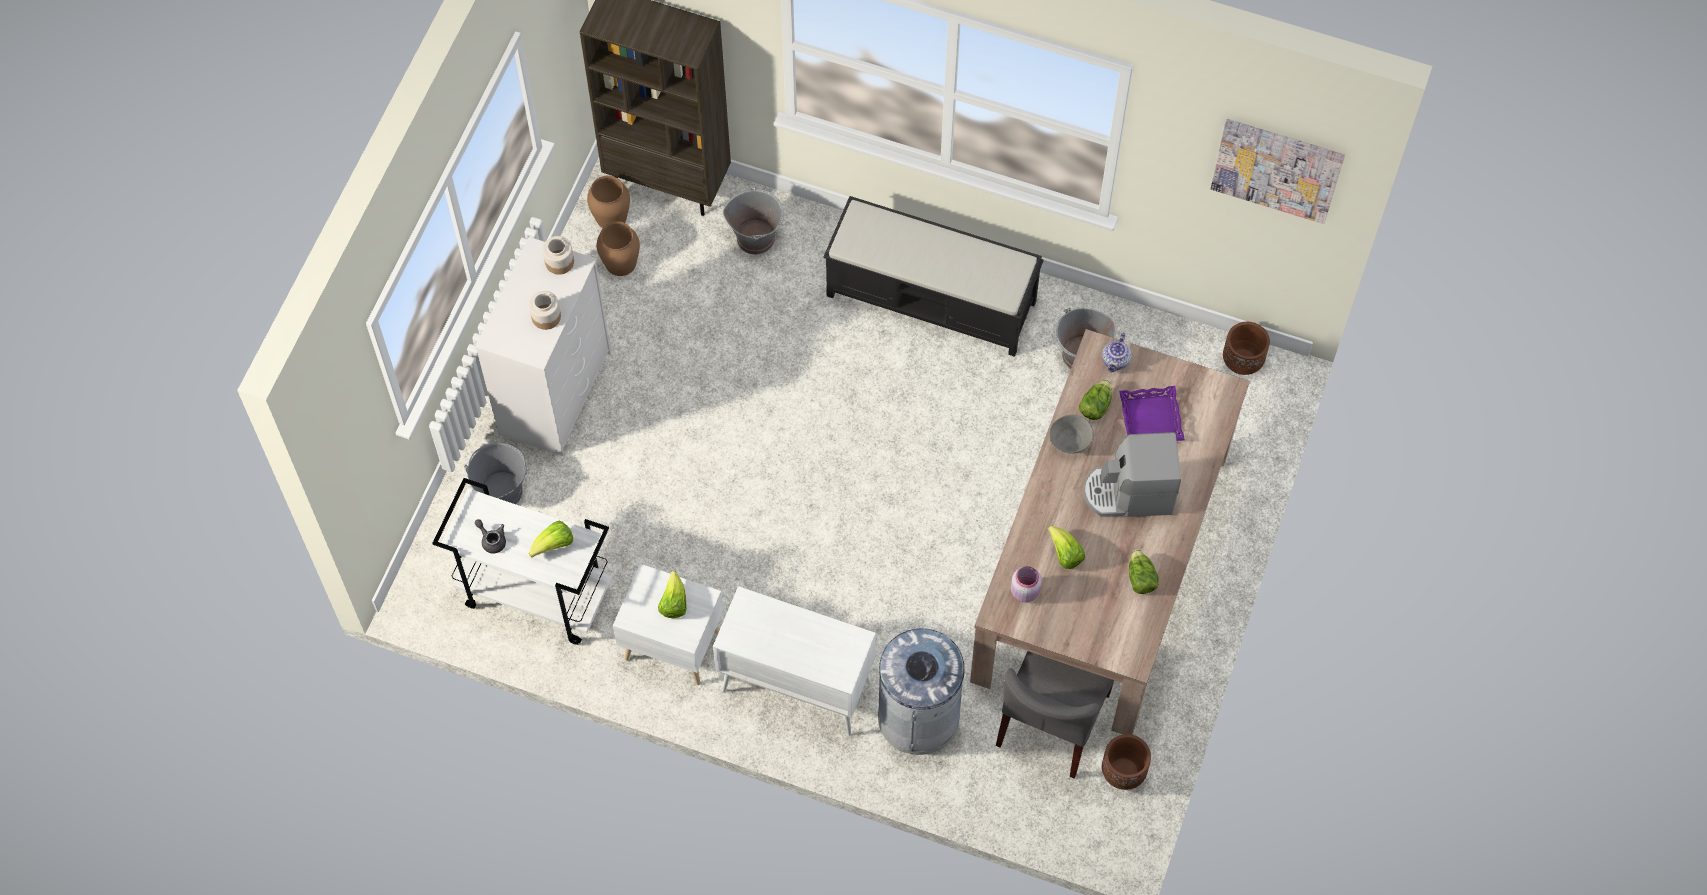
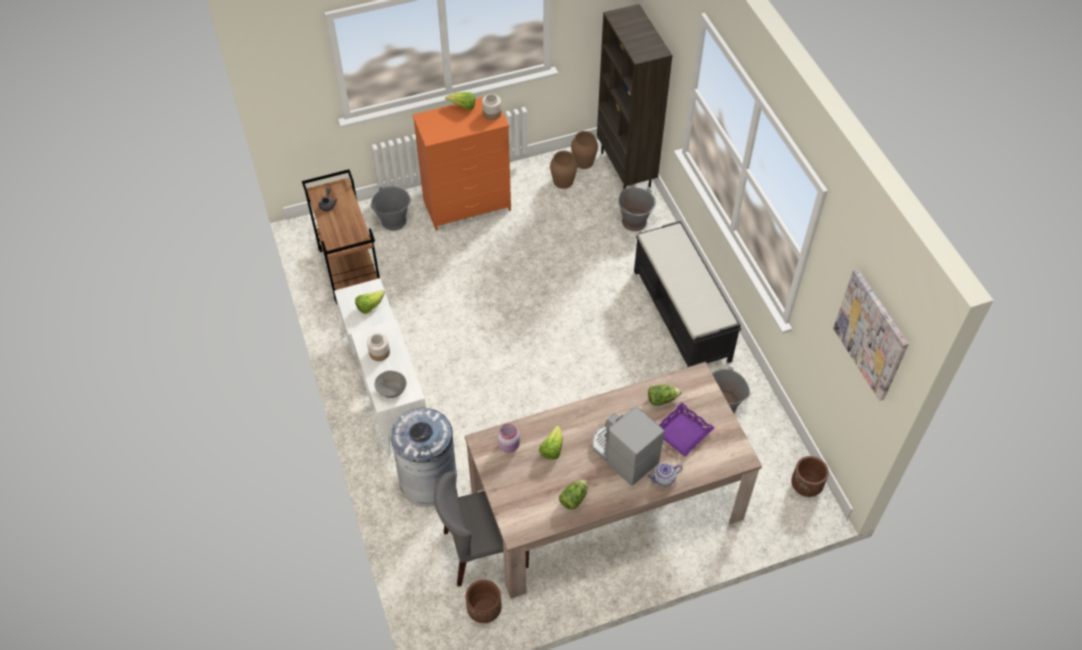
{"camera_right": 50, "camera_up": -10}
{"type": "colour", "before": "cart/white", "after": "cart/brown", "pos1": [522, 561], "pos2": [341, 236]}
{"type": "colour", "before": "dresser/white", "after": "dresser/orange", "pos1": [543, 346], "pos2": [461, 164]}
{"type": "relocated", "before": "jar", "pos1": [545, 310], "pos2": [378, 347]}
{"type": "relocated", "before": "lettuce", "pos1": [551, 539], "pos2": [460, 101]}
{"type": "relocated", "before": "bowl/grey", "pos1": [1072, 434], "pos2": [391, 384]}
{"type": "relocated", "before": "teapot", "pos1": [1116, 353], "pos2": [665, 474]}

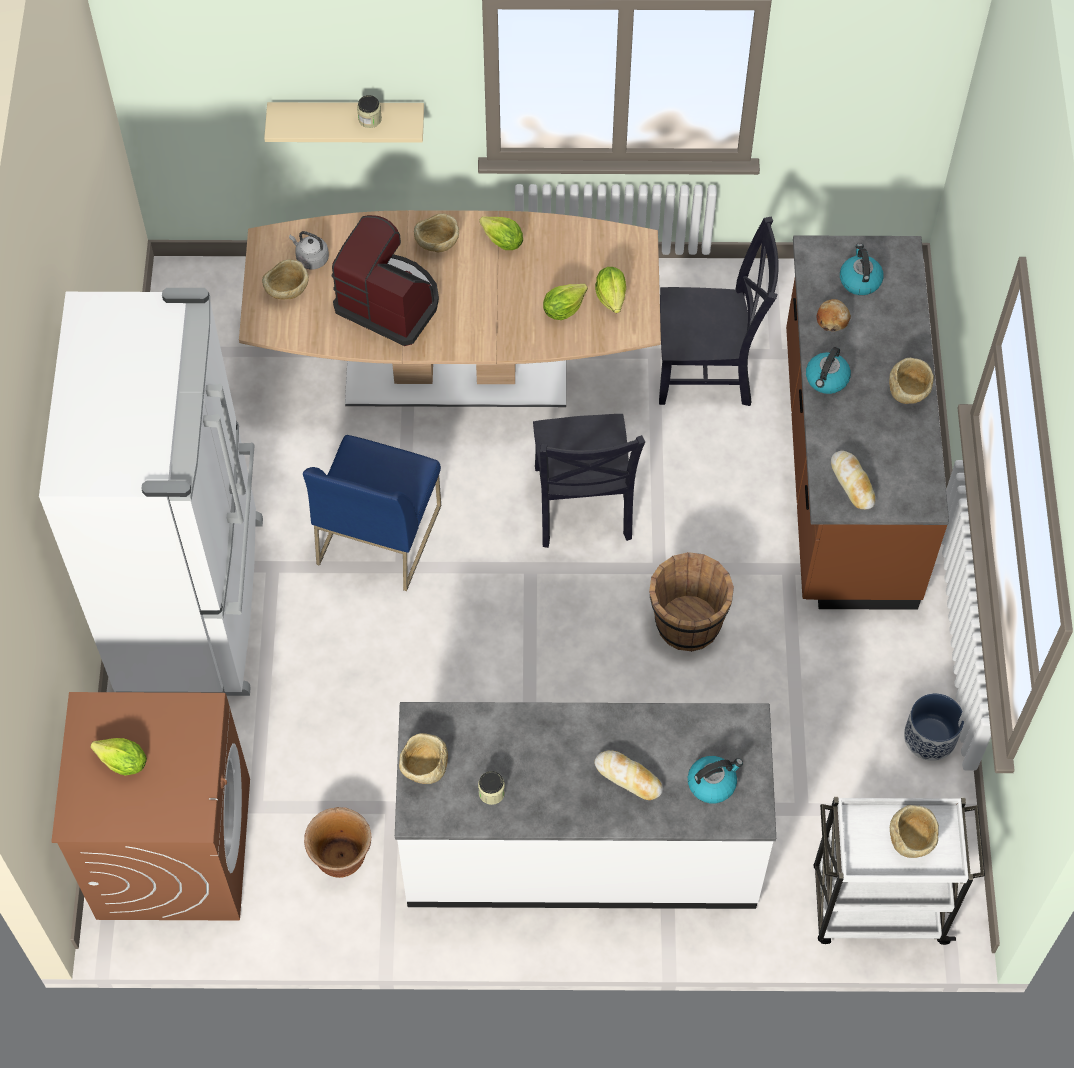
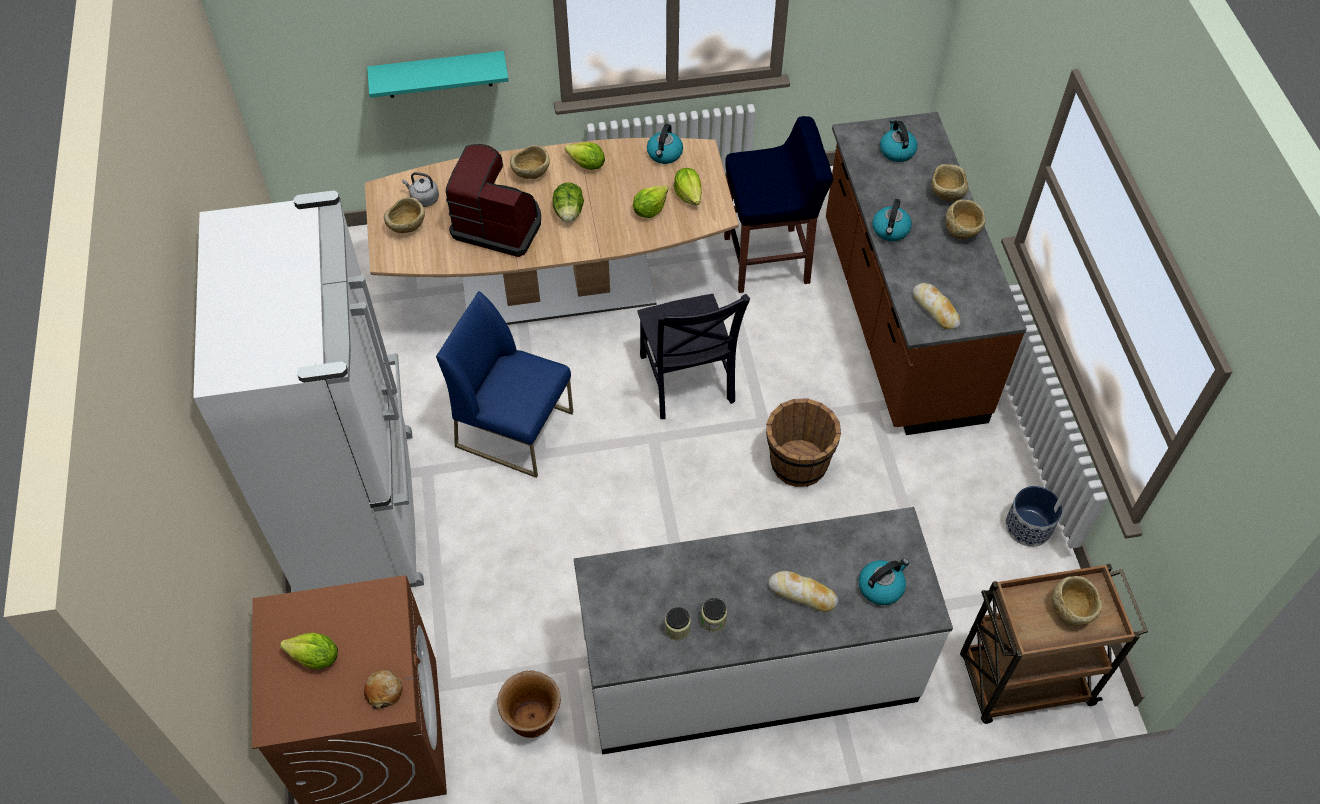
{"camera_right": -10, "camera_up": -5}
{"type": "colour", "before": "shelf/beige", "after": "shelf/turquoise", "pos1": [344, 122], "pos2": [438, 74]}
{"type": "spun", "before": "chair/blue", "pos1": [372, 513], "pos2": [504, 384], "turn": 105}
{"type": "relocated", "before": "jar", "pos1": [369, 111], "pos2": [714, 615]}
{"type": "relocated", "before": "bowl/beige", "pos1": [423, 758], "pos2": [950, 182]}
{"type": "exchanged", "before": "chair/black", "after": "stool/blue", "pos1": [718, 311], "pos2": [778, 204]}
{"type": "colour", "before": "cart/white", "after": "cart/brown", "pos1": [899, 871], "pos2": [1054, 644]}
{"type": "relocated", "before": "bread", "pos1": [833, 315], "pos2": [383, 689]}
{"type": "appeared", "after": "lettuce", "pos2": [568, 202]}
{"type": "appeared", "after": "kettle", "pos2": [665, 144]}

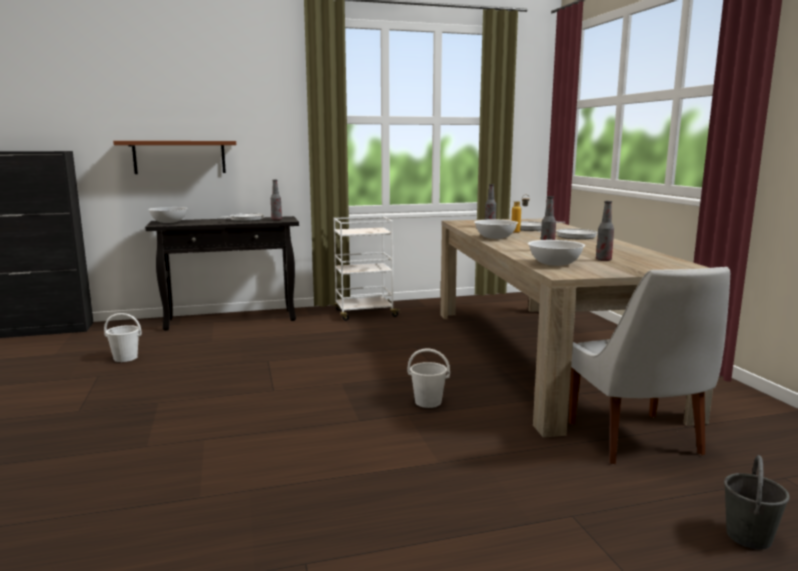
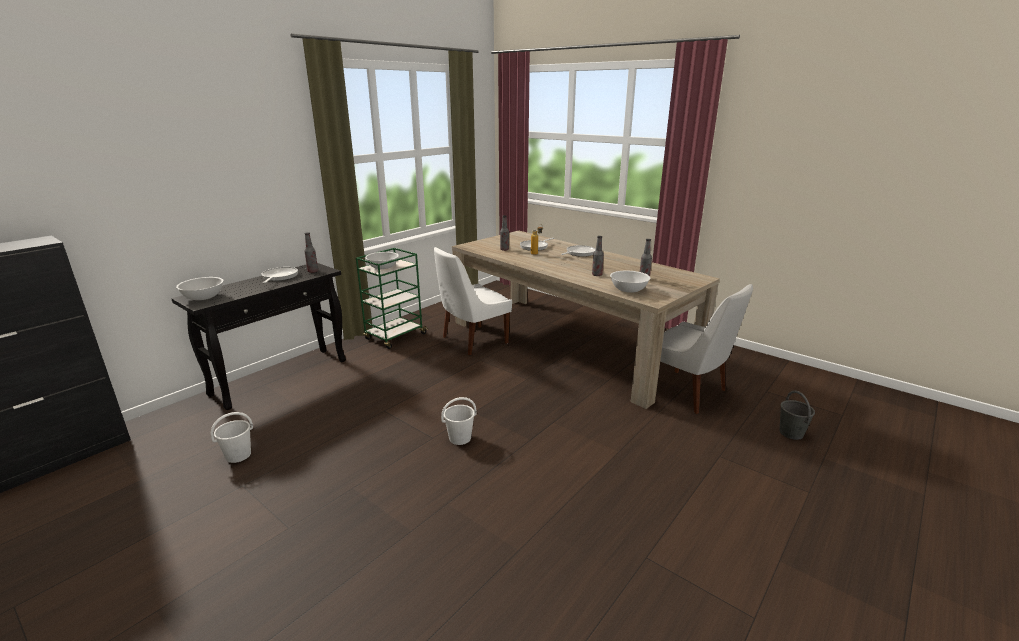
{"camera_right": -35, "camera_up": 10}
{"type": "missing", "before": "shelf/brown", "pos1": [174, 157]}
{"type": "colour", "before": "cart/white", "after": "cart/green", "pos1": [367, 268], "pos2": [392, 298]}
{"type": "relocated", "before": "bucket/white", "pos1": [429, 378], "pos2": [459, 421]}
{"type": "relocated", "before": "bowl/white", "pos1": [496, 229], "pos2": [382, 260]}
{"type": "appeared", "after": "chair/white", "pos2": [473, 301]}

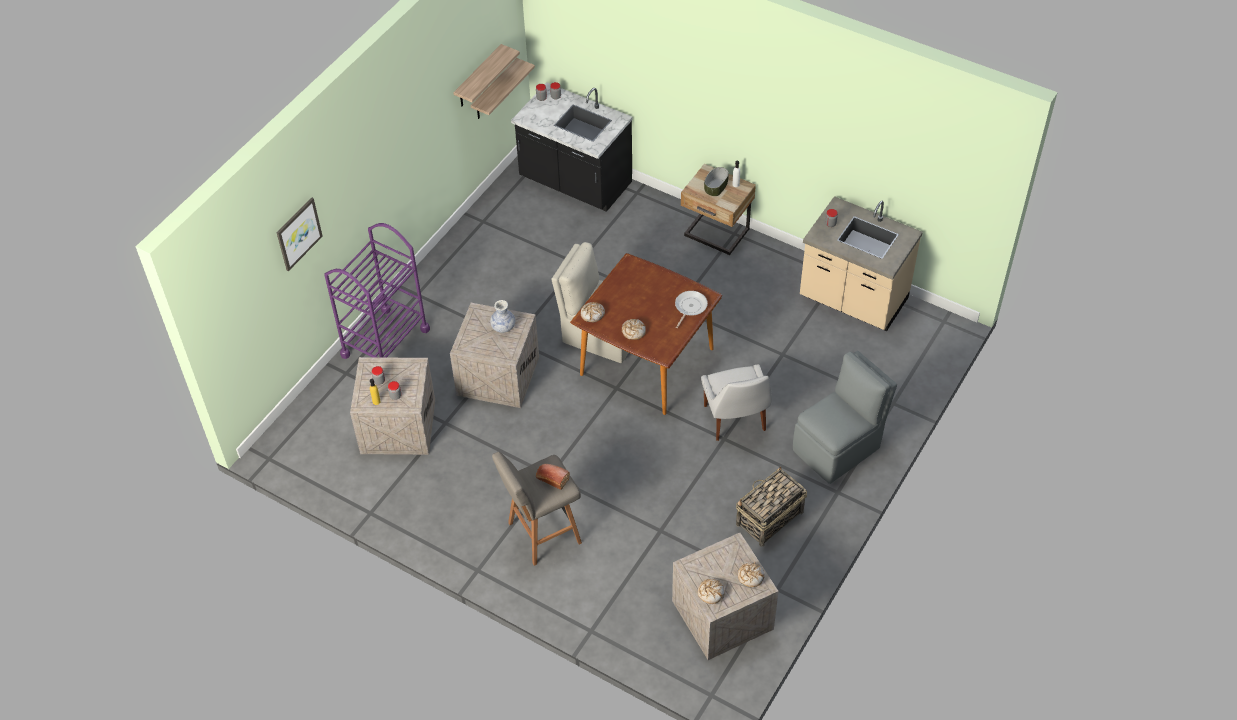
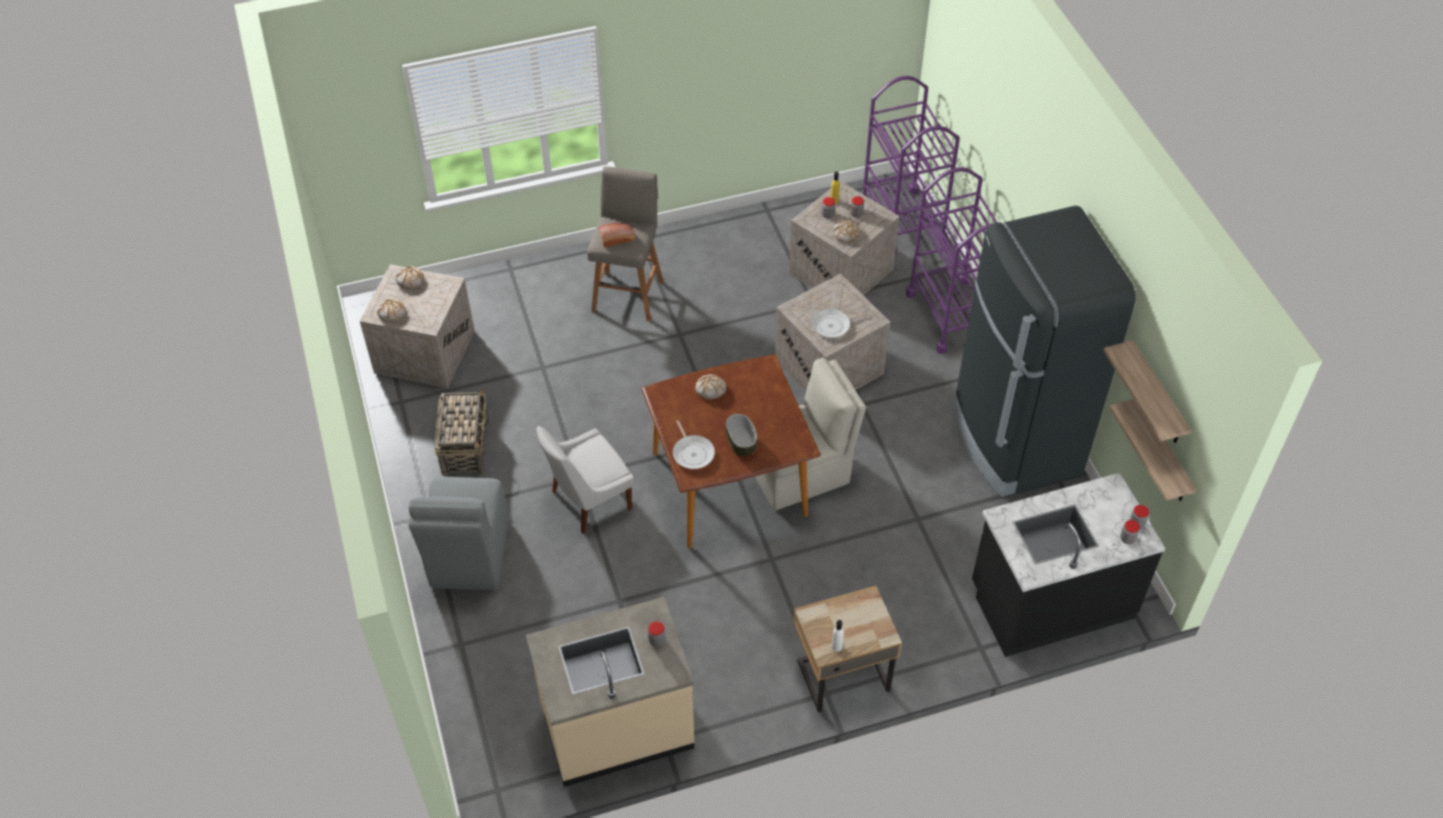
{"camera_right": 130, "camera_up": 0}
{"type": "missing", "before": "picture", "pos1": [300, 234]}
{"type": "exchanged", "before": "vase", "after": "frying pan", "pos1": [502, 316], "pos2": [840, 323]}
{"type": "relocated", "before": "bread", "pos1": [593, 312], "pos2": [846, 231]}
{"type": "spun", "before": "chair/white", "pos1": [736, 402], "pos2": [585, 480], "turn": -60}
{"type": "relocated", "before": "bowl", "pos1": [716, 181], "pos2": [741, 435]}
{"type": "appeared", "after": "cart/purple", "pos2": [911, 165]}
{"type": "appeared", "after": "fridge/black", "pos2": [1044, 351]}

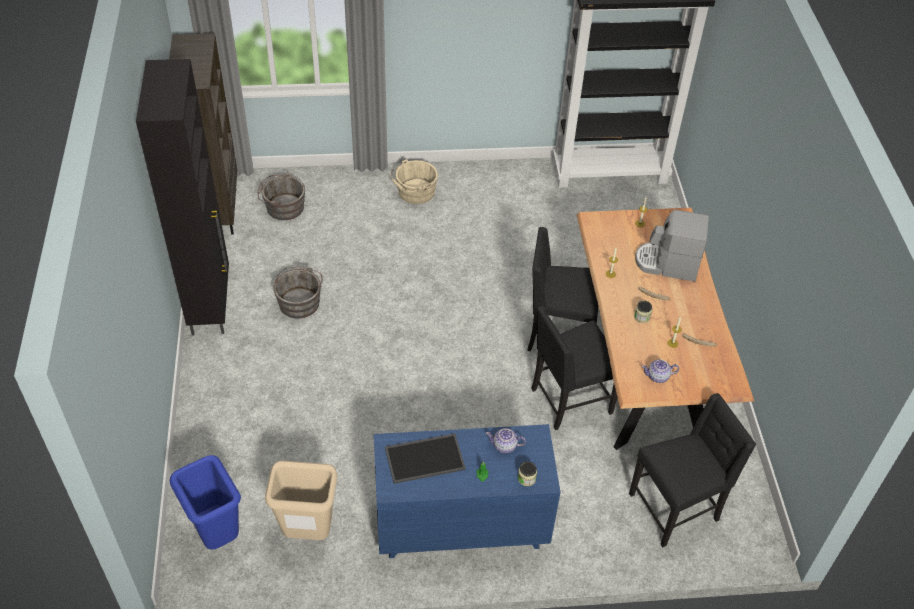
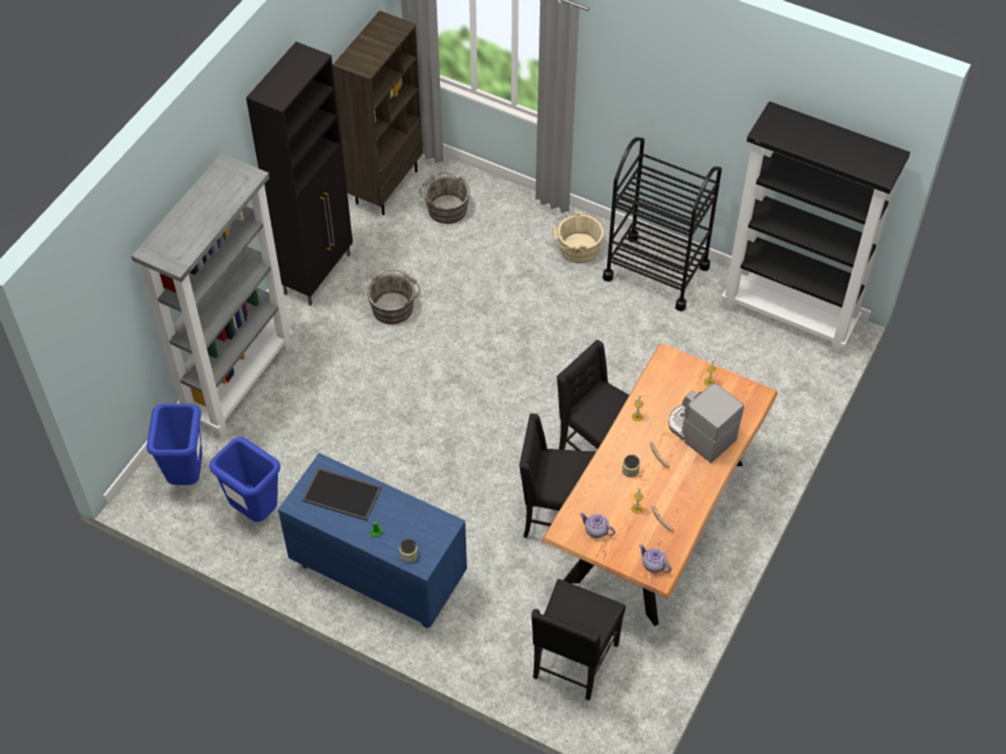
{"camera_right": 35, "camera_up": 5}
{"type": "colour", "before": "trash can/beige", "after": "trash can/blue", "pos1": [301, 500], "pos2": [244, 479]}
{"type": "relocated", "before": "teapot", "pos1": [506, 440], "pos2": [655, 558]}
{"type": "spun", "before": "chair/black", "pos1": [692, 470], "pos2": [578, 640], "turn": 105}
{"type": "appeared", "after": "bookcase/grey", "pos2": [212, 295]}
{"type": "appeared", "after": "cart/black", "pos2": [662, 224]}

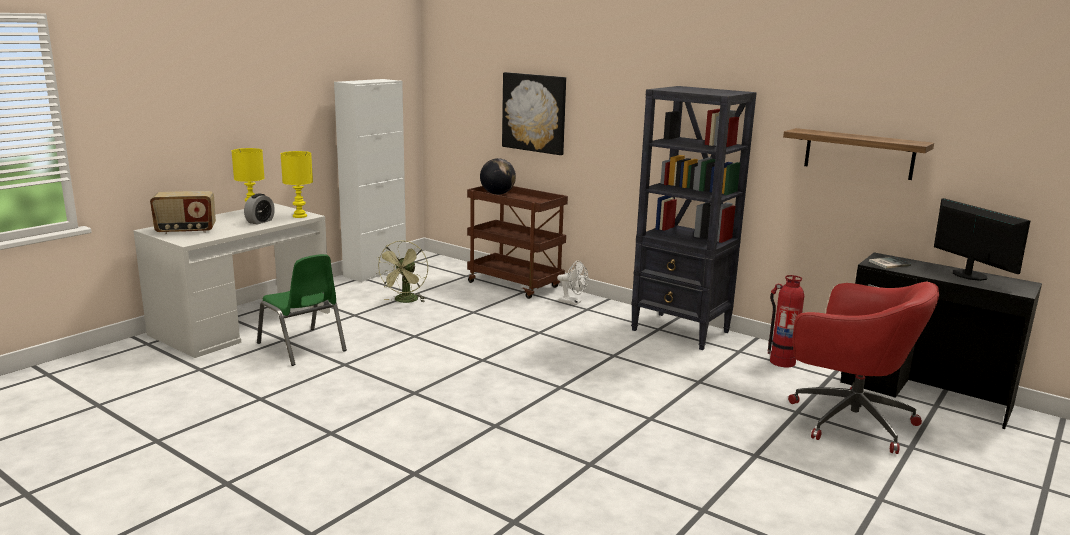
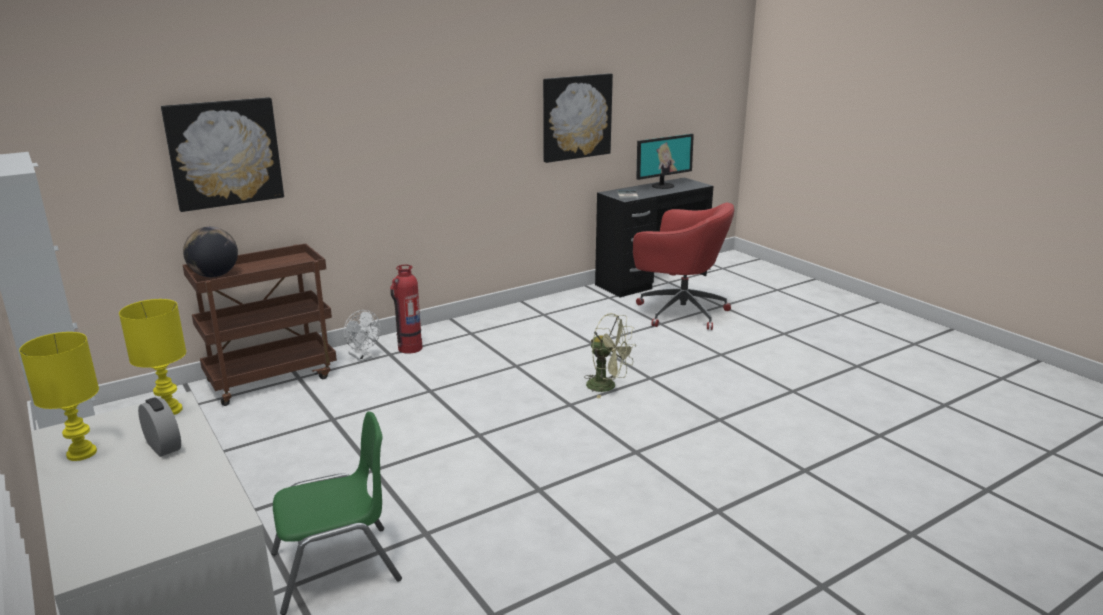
{"camera_right": -70, "camera_up": 5}
{"type": "missing", "before": "radio", "pos1": [183, 212]}
{"type": "relocated", "before": "fan/green", "pos1": [402, 271], "pos2": [610, 355]}
{"type": "spun", "before": "fan/white", "pos1": [572, 283], "pos2": [362, 335], "turn": 90}
{"type": "missing", "before": "bookcase/black", "pos1": [694, 218]}
{"type": "relocated", "before": "fire extinguisher", "pos1": [786, 321], "pos2": [406, 309]}
{"type": "exchanged", "before": "shelf", "after": "picture", "pos1": [858, 154], "pos2": [578, 118]}
{"type": "spun", "before": "office chair/red", "pos1": [863, 367], "pos2": [683, 266], "turn": 60}
{"type": "spun", "before": "monitor", "pos1": [982, 239], "pos2": [665, 161], "turn": 150}

